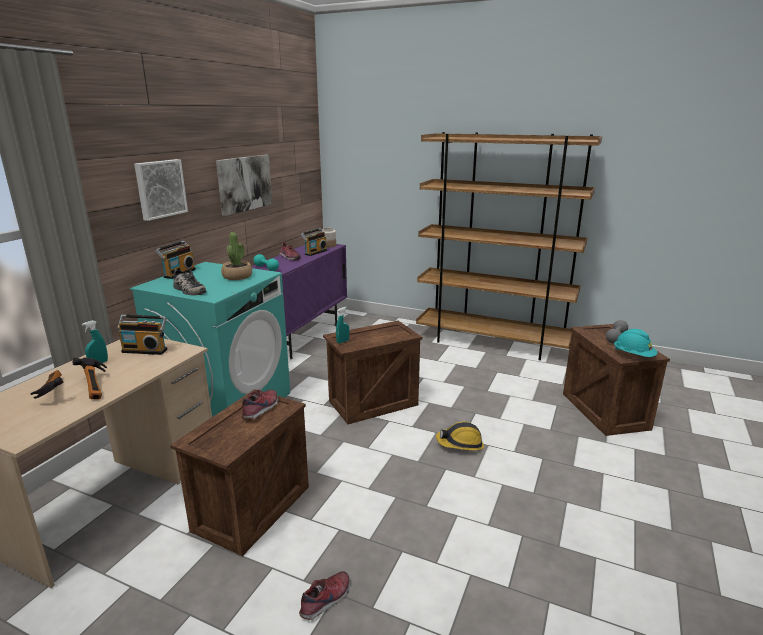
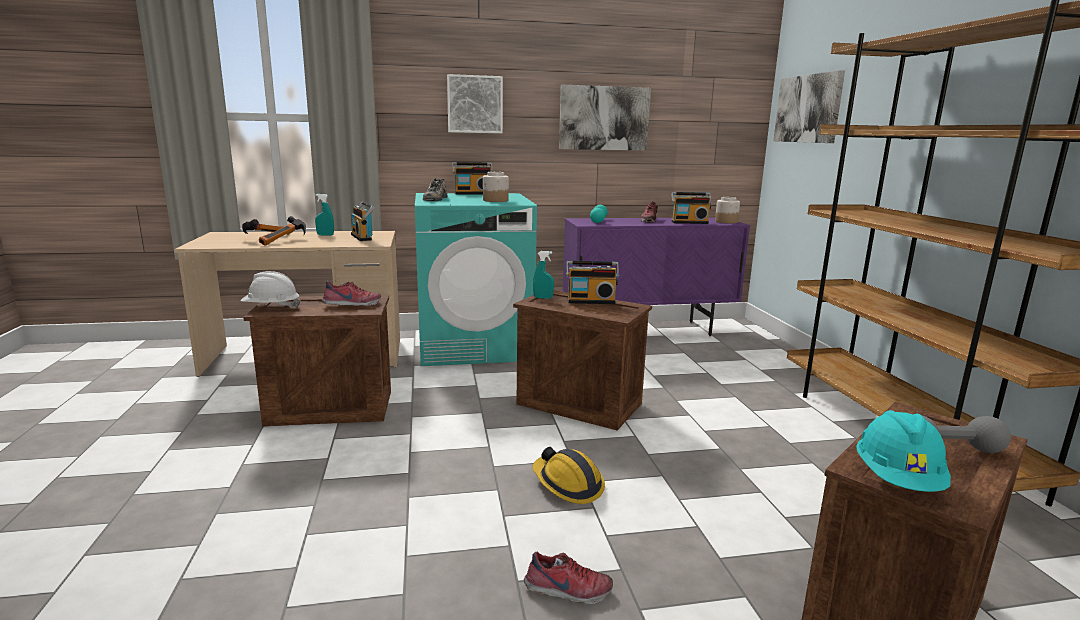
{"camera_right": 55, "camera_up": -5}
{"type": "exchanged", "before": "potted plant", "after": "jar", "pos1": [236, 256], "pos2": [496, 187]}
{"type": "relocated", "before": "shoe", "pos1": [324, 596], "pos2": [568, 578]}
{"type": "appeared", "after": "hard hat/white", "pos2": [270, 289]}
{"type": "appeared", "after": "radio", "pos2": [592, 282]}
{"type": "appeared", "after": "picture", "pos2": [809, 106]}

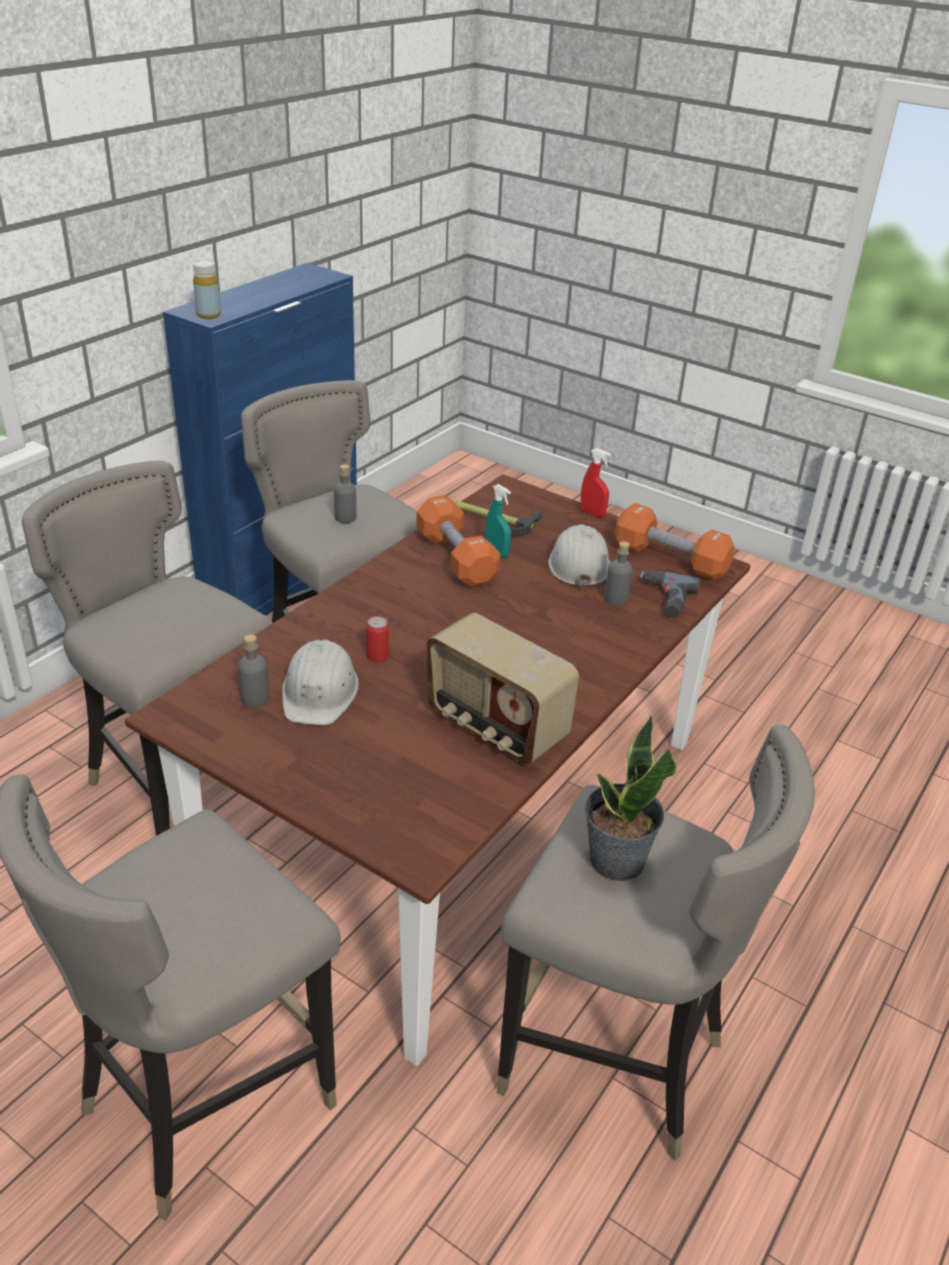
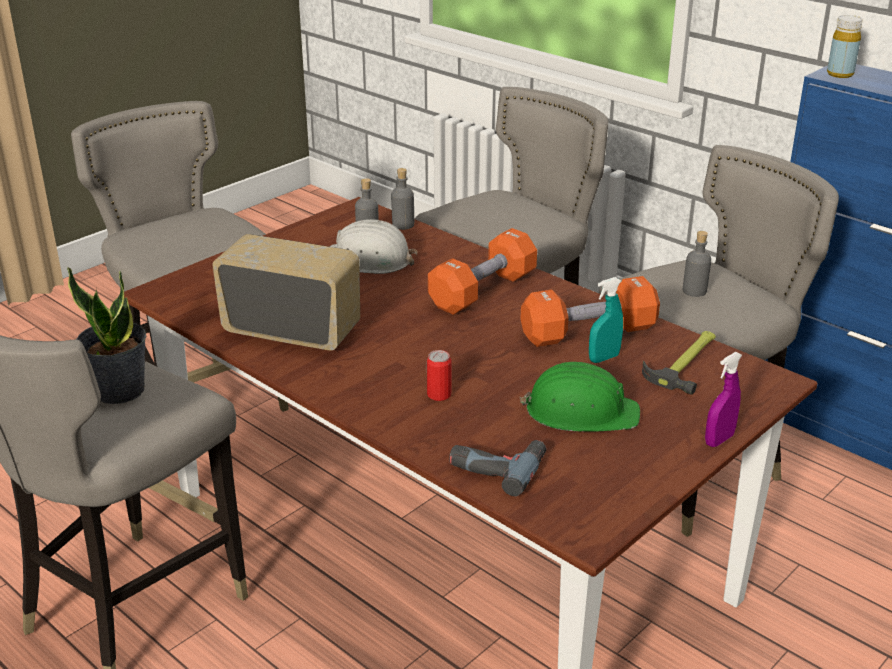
{"camera_right": 100, "camera_up": -5}
{"type": "relocated", "before": "can", "pos1": [377, 639], "pos2": [439, 375]}
{"type": "spun", "before": "radio", "pos1": [503, 689], "pos2": [286, 292], "turn": 60}
{"type": "colour", "before": "hard hat/white", "after": "hard hat/green", "pos1": [579, 556], "pos2": [580, 397]}
{"type": "colour", "before": "spray bottle/red", "after": "spray bottle/purple", "pos1": [595, 482], "pos2": [723, 399]}
{"type": "relocated", "before": "bottle/grey", "pos1": [618, 573], "pos2": [402, 199]}
{"type": "relocated", "before": "dumbbell/orange", "pos1": [675, 542], "pos2": [482, 271]}

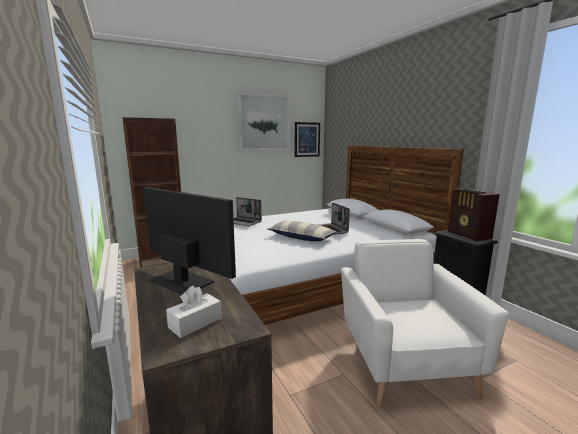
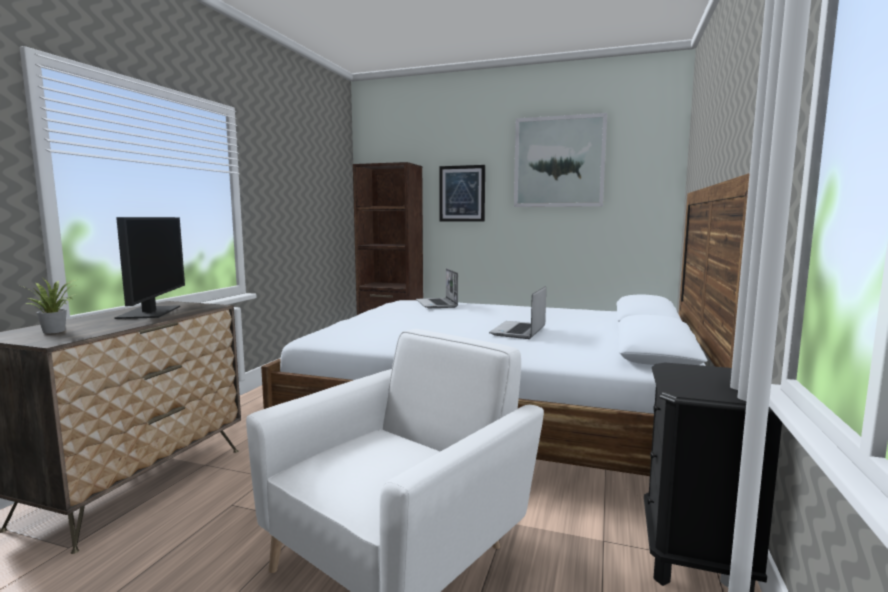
{"camera_right": 45, "camera_up": -5}
{"type": "exchanged", "before": "tissue box/white", "after": "potted plant", "pos1": [194, 312], "pos2": [49, 306]}
{"type": "missing", "before": "pillow", "pos1": [302, 231]}
{"type": "relocated", "before": "picture", "pos1": [307, 139], "pos2": [462, 193]}
{"type": "missing", "before": "radio", "pos1": [474, 215]}

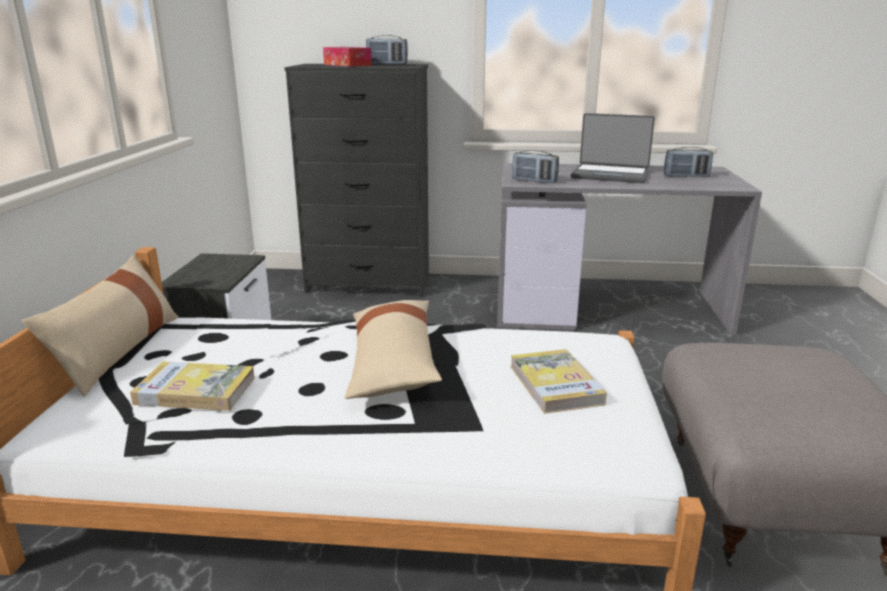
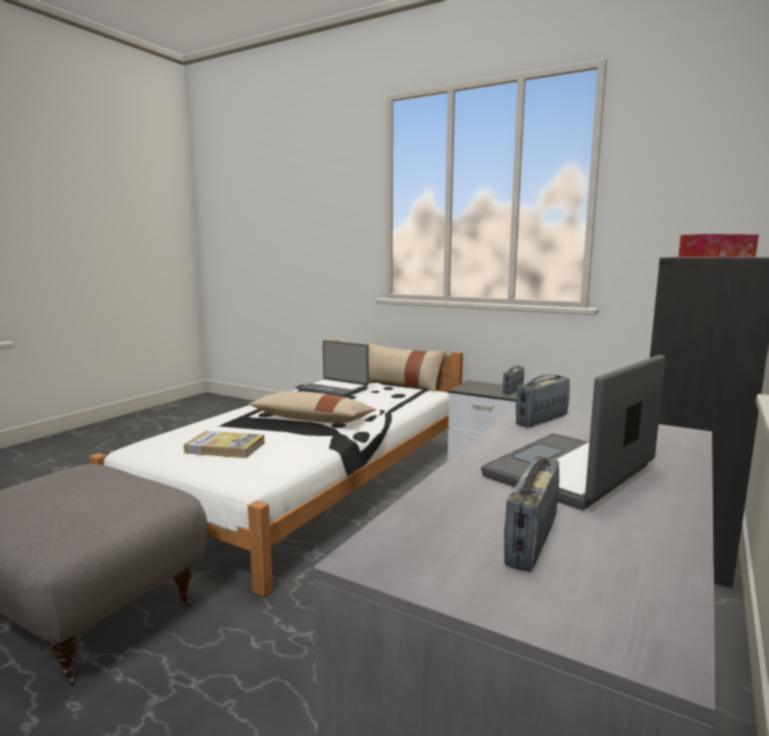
{"camera_right": 115, "camera_up": -10}
{"type": "exchanged", "before": "book", "after": "laptop", "pos1": [192, 386], "pos2": [334, 368]}
{"type": "relocated", "before": "radio", "pos1": [387, 50], "pos2": [513, 380]}

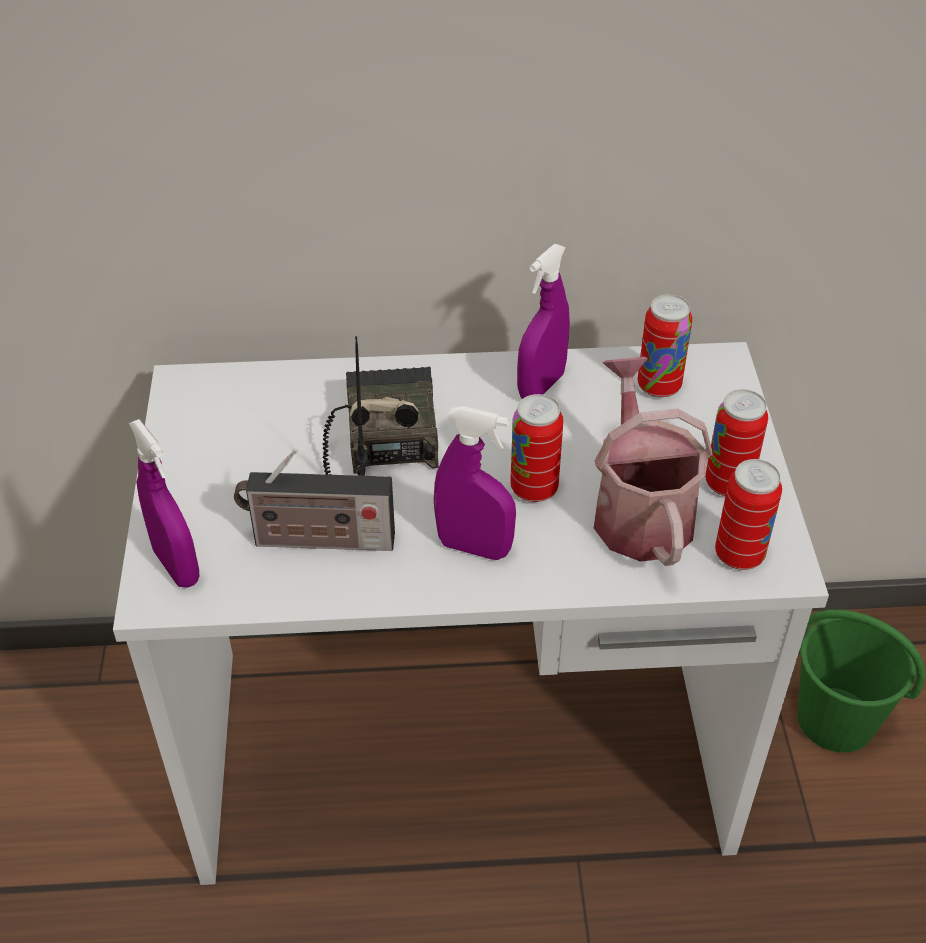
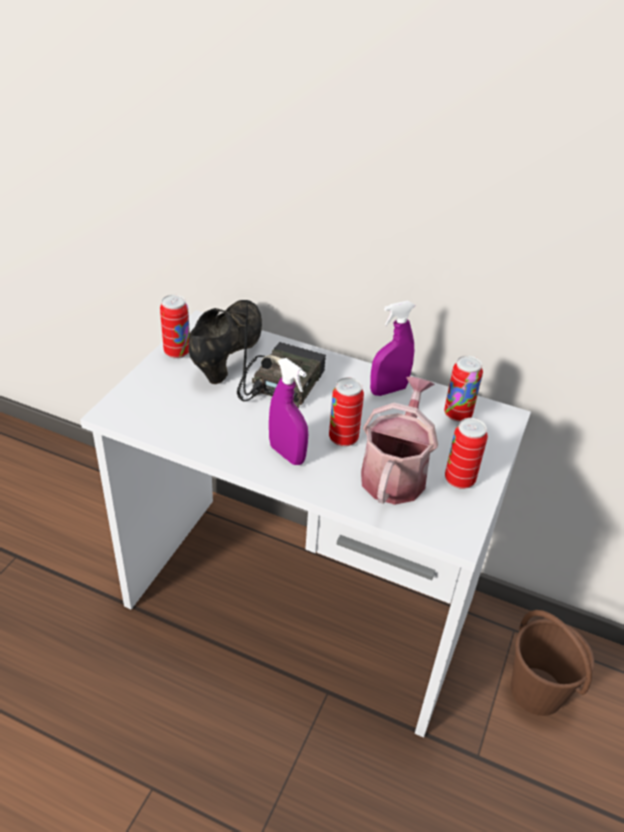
{"camera_right": 25, "camera_up": -5}
{"type": "missing", "before": "spray bottle/purple", "pos1": [164, 503]}
{"type": "missing", "before": "radio", "pos1": [314, 499]}
{"type": "relocated", "before": "can", "pos1": [748, 514], "pos2": [175, 327]}
{"type": "colour", "before": "bucket/green", "after": "bucket/brown", "pos1": [861, 681], "pos2": [552, 663]}
{"type": "appeared", "after": "shoe/black", "pos2": [225, 342]}

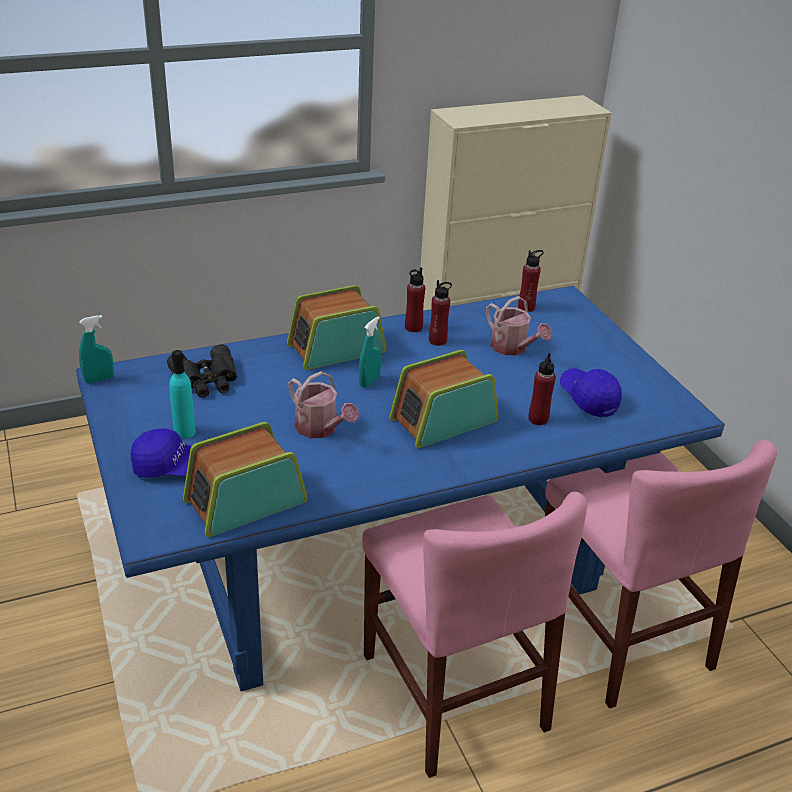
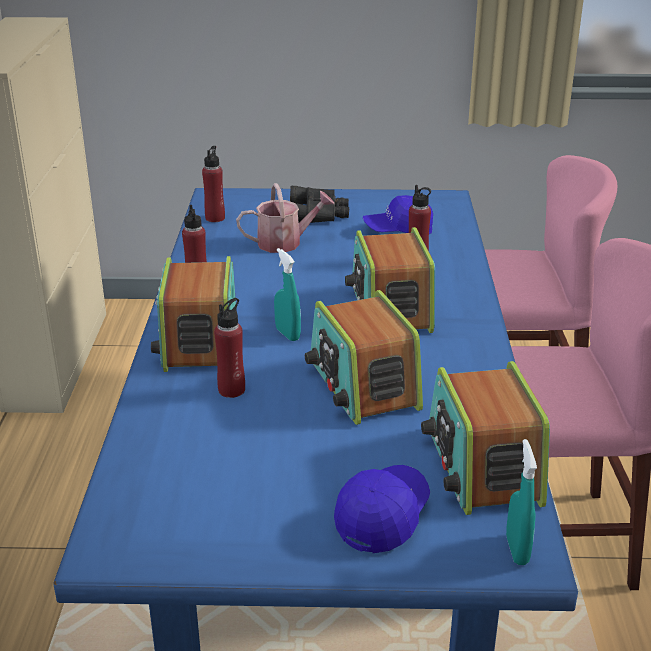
{"camera_right": -65, "camera_up": -5}
{"type": "relocated", "before": "spray bottle/turquoise", "pos1": [96, 349], "pos2": [521, 502]}
{"type": "relocated", "before": "binoculars/black", "pos1": [202, 371], "pos2": [319, 204]}
{"type": "missing", "before": "bottle/turquoise", "pos1": [182, 394]}
{"type": "exchanged", "before": "watering can", "after": "radio", "pos1": [323, 404], "pos2": [364, 357]}
{"type": "relocated", "before": "bottle/red", "pos1": [440, 313], "pos2": [229, 348]}

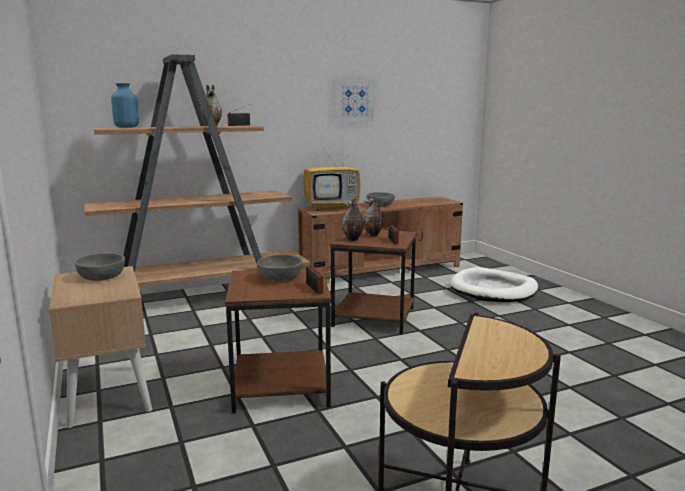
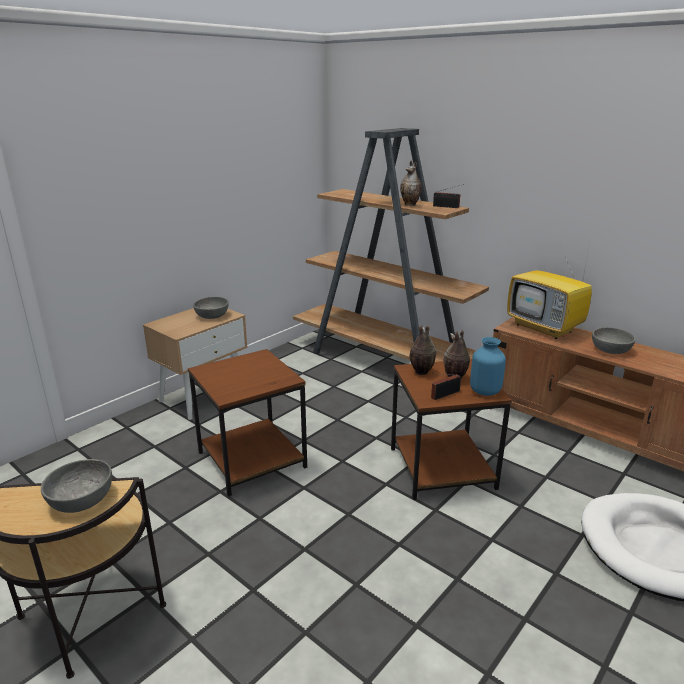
{"camera_right": 65, "camera_up": 10}
{"type": "relocated", "before": "vase/blue", "pos1": [125, 105], "pos2": [488, 366]}
{"type": "relocated", "before": "bowl/grey", "pos1": [280, 268], "pos2": [76, 486]}
{"type": "missing", "before": "radio", "pos1": [314, 278]}
{"type": "missing", "before": "picture", "pos1": [355, 100]}

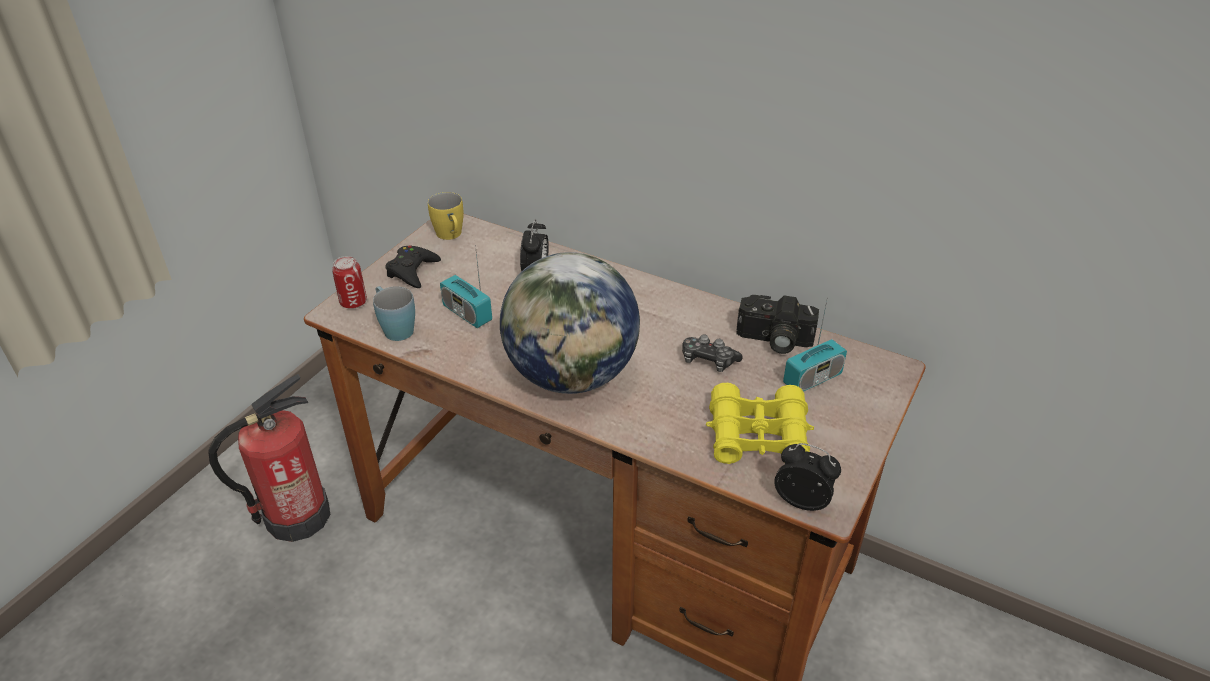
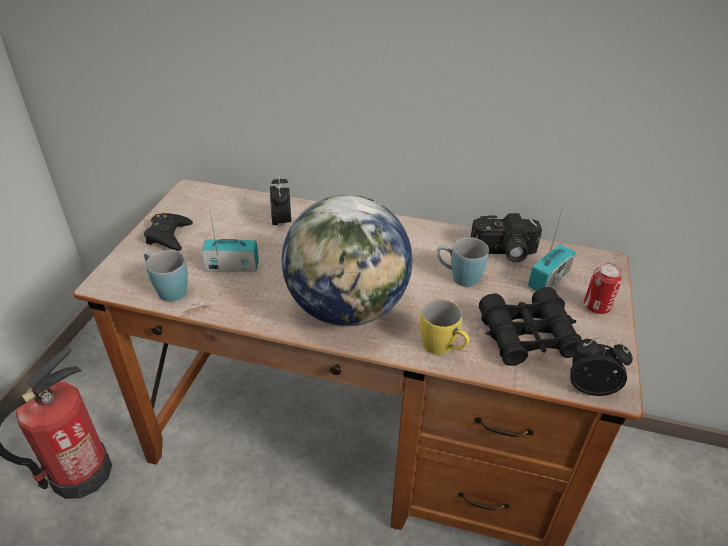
{"camera_right": -15, "camera_up": 0}
{"type": "relocated", "before": "can", "pos1": [349, 282], "pos2": [603, 288]}
{"type": "relocated", "before": "mug/yellow", "pos1": [446, 216], "pos2": [444, 327]}
{"type": "spun", "before": "radio", "pos1": [466, 286], "pos2": [230, 242], "turn": 150}
{"type": "exchanged", "before": "game controller", "after": "mug/blue", "pos1": [712, 353], "pos2": [463, 262]}
{"type": "colour", "before": "binoculars/yellow", "after": "binoculars/black", "pos1": [760, 423], "pos2": [530, 326]}

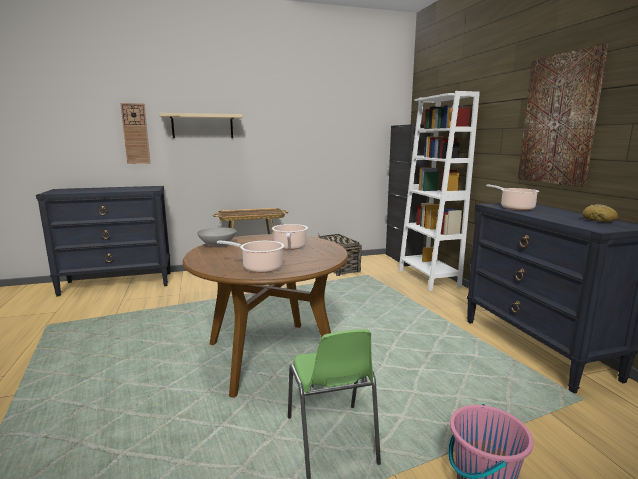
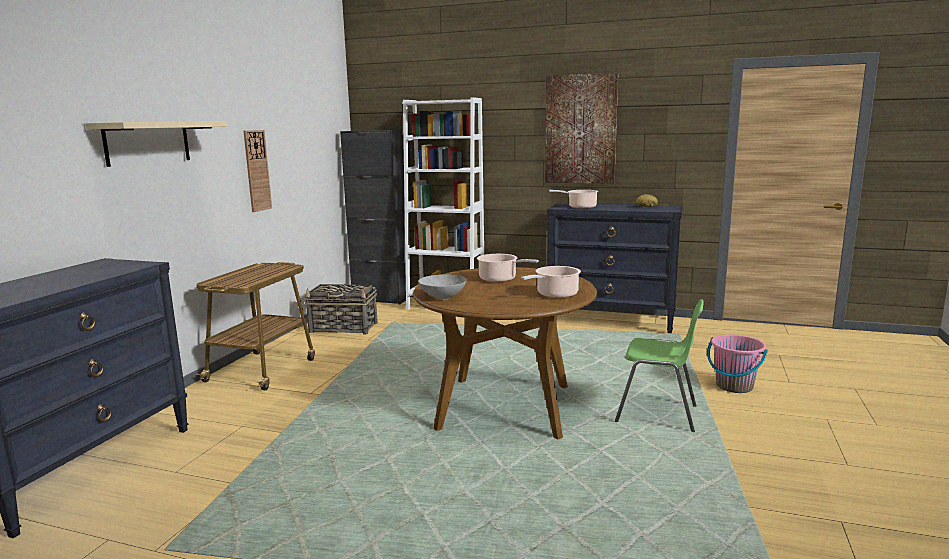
{"camera_right": -55, "camera_up": 0}
{"type": "relocated", "before": "wall clock", "pos1": [135, 133], "pos2": [258, 171]}

